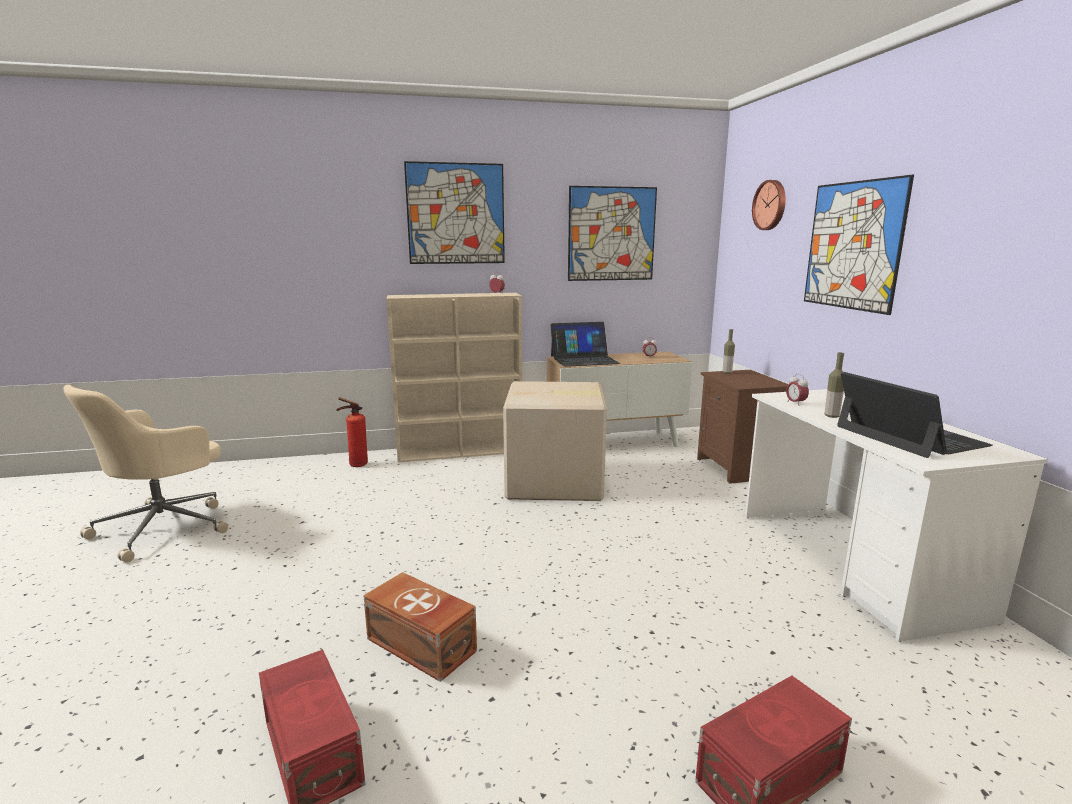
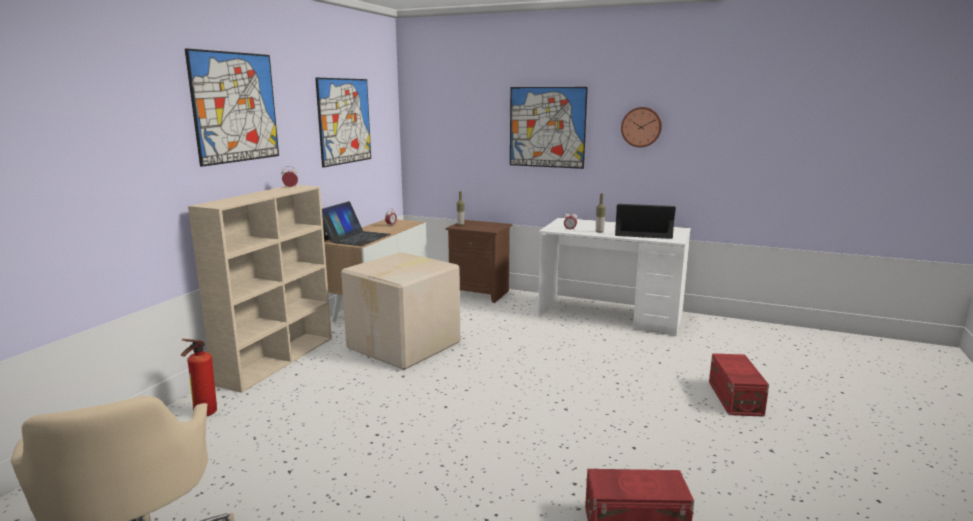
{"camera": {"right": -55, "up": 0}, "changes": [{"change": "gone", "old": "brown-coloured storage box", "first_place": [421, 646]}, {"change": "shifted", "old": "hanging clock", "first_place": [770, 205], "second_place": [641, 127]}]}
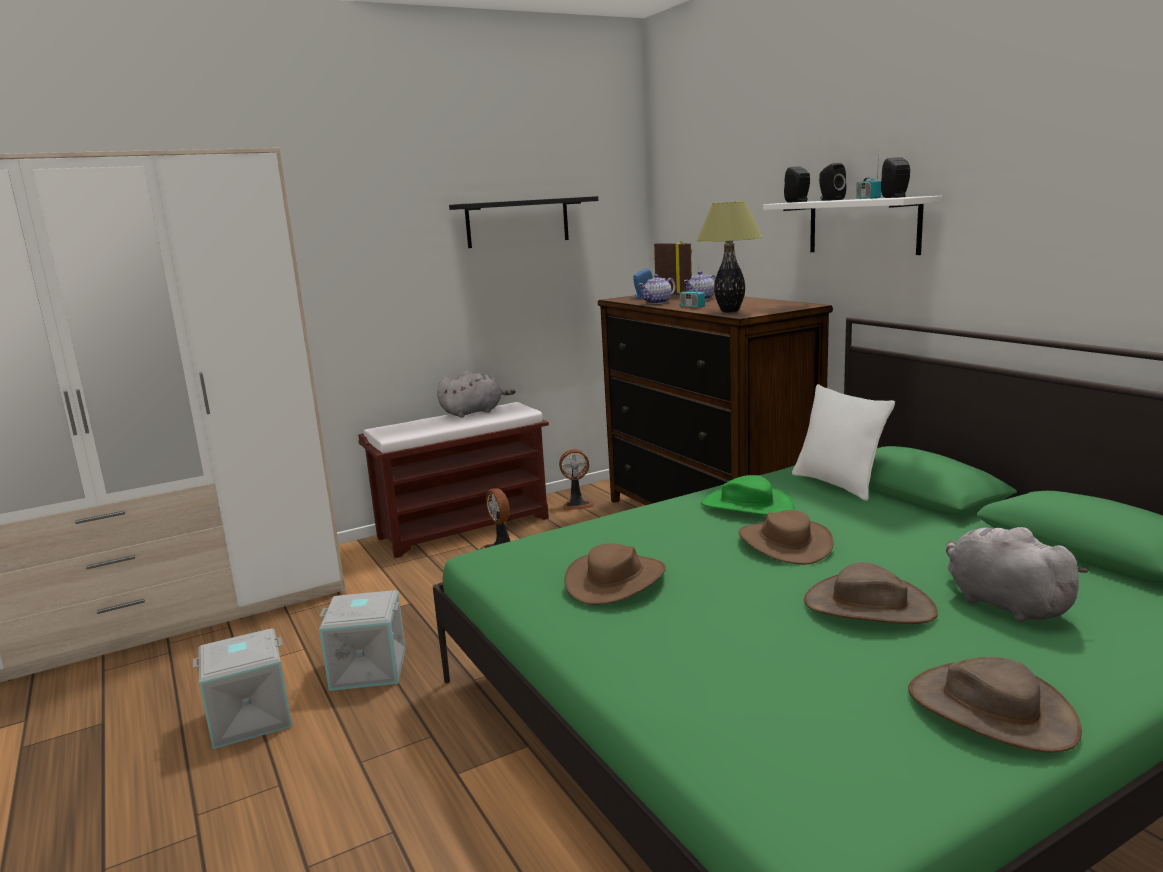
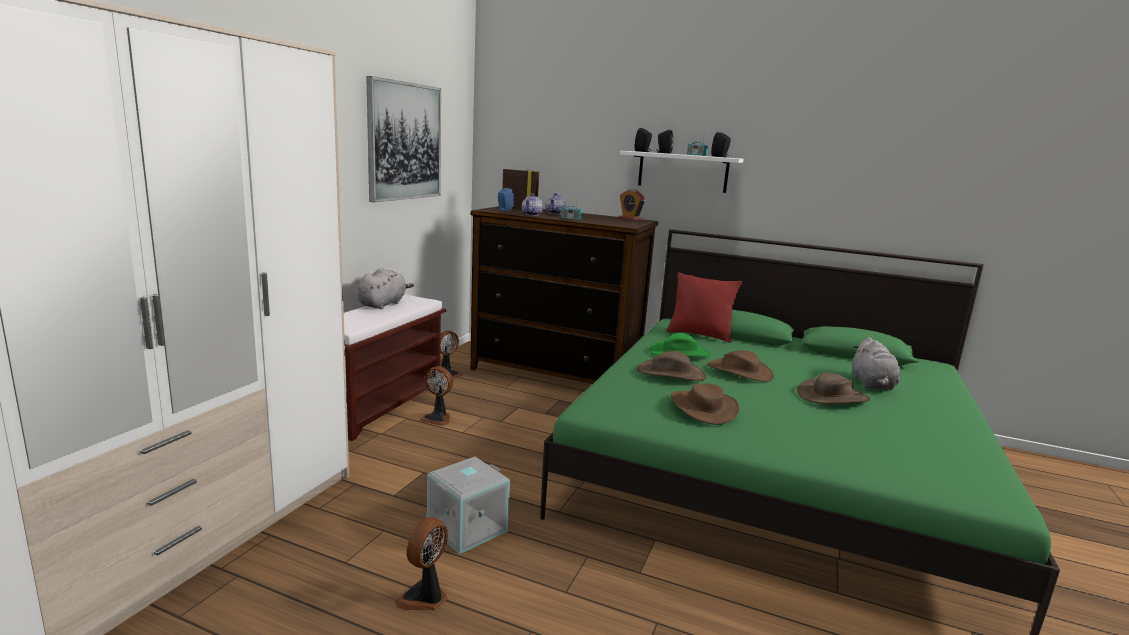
{"camera": {"right": -40, "up": 0}, "changes": [{"change": "gone", "old": "table lamp", "first_place": [729, 311]}, {"change": "new", "new": "bedside clock", "second_place": [630, 219]}, {"change": "shifted", "old": "brown-coloured wearable hat", "first_place": [990, 710], "second_place": [671, 373]}, {"change": "swapped", "old": "greyish storage box", "new": "electric fan", "first_place": [250, 719], "second_place": [425, 598]}, {"change": "swapped", "old": "blackish shelf", "new": "wall art", "first_place": [518, 222], "second_place": [404, 141]}, {"change": "repainted", "old": "white-coloured throw pillow", "new": "reddish throw pillow", "first_place": [837, 484], "second_place": [700, 335]}, {"change": "rotated", "old": "greyish soft toy", "first_place": [1003, 604], "second_place": [872, 385], "degrees": -105}]}
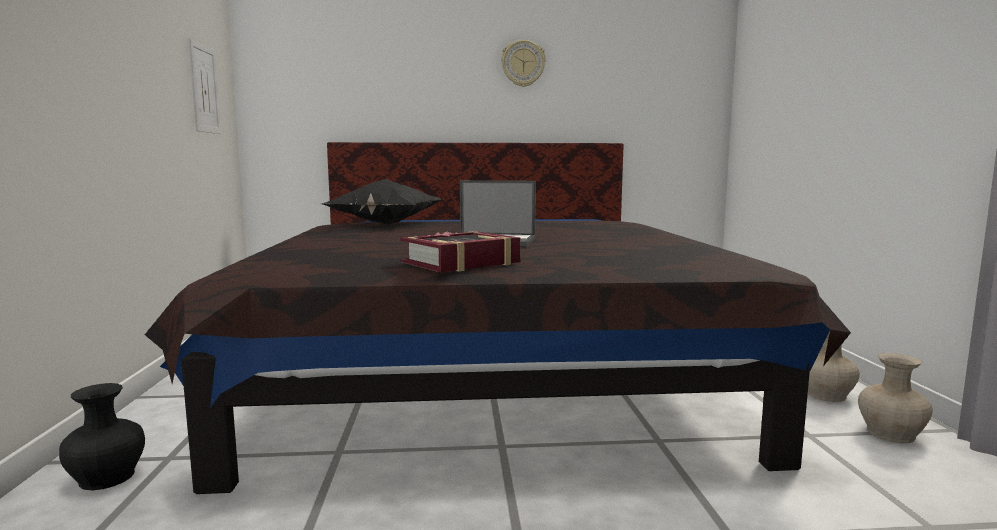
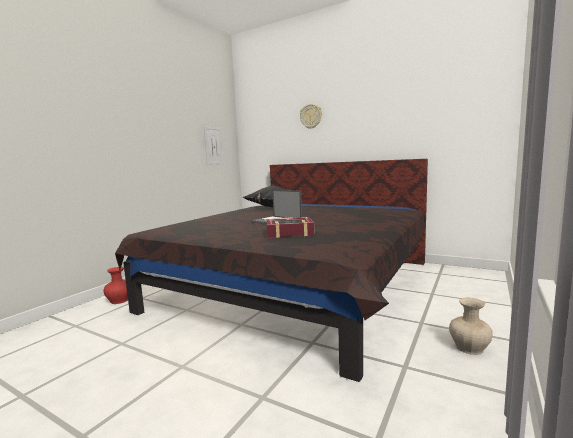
{"camera": {"right": 35, "up": 0}, "changes": [{"change": "gone", "old": "sand-coloured decorative vase", "first_place": [889, 433]}, {"change": "shifted", "old": "book", "first_place": [461, 263], "second_place": [289, 232]}, {"change": "shifted", "old": "hanging clock", "first_place": [523, 63], "second_place": [311, 116]}, {"change": "repainted", "old": "blackish decorative vase", "new": "reddish decorative vase", "first_place": [106, 478], "second_place": [119, 300]}]}
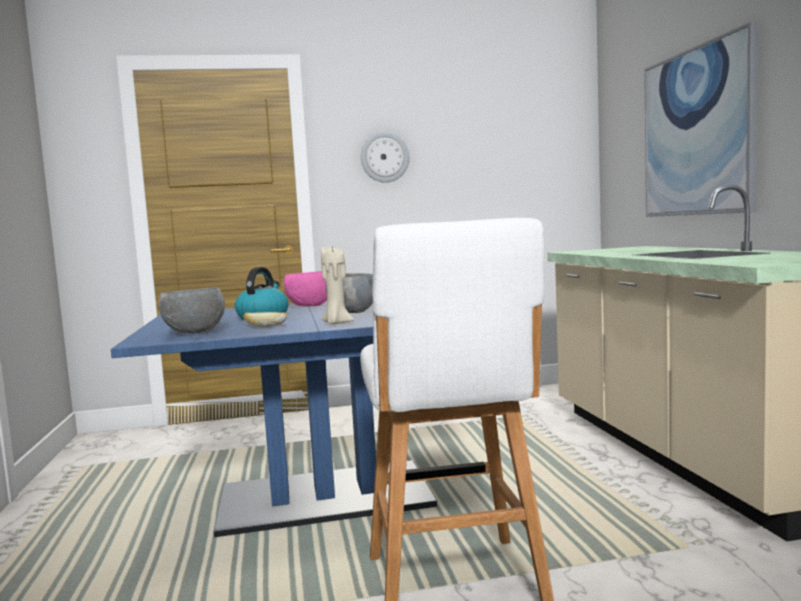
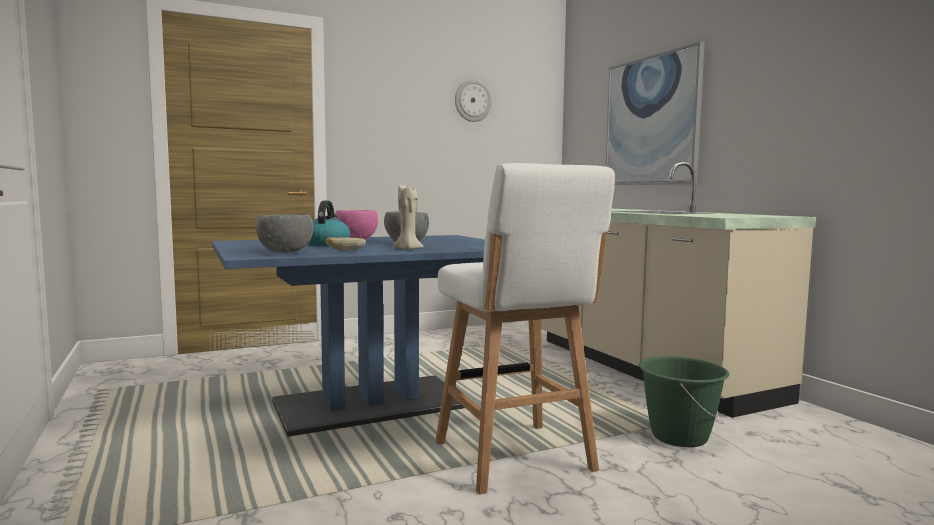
{"camera": {"right": -15, "up": 0}, "changes": [{"change": "new", "new": "greenish pail", "second_place": [679, 436]}, {"change": "shifted", "old": "hanging clock", "first_place": [384, 157], "second_place": [472, 101]}]}
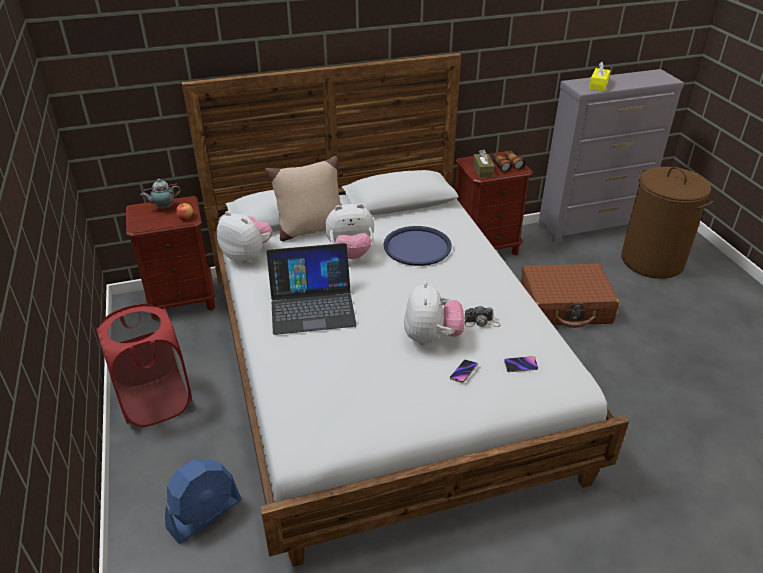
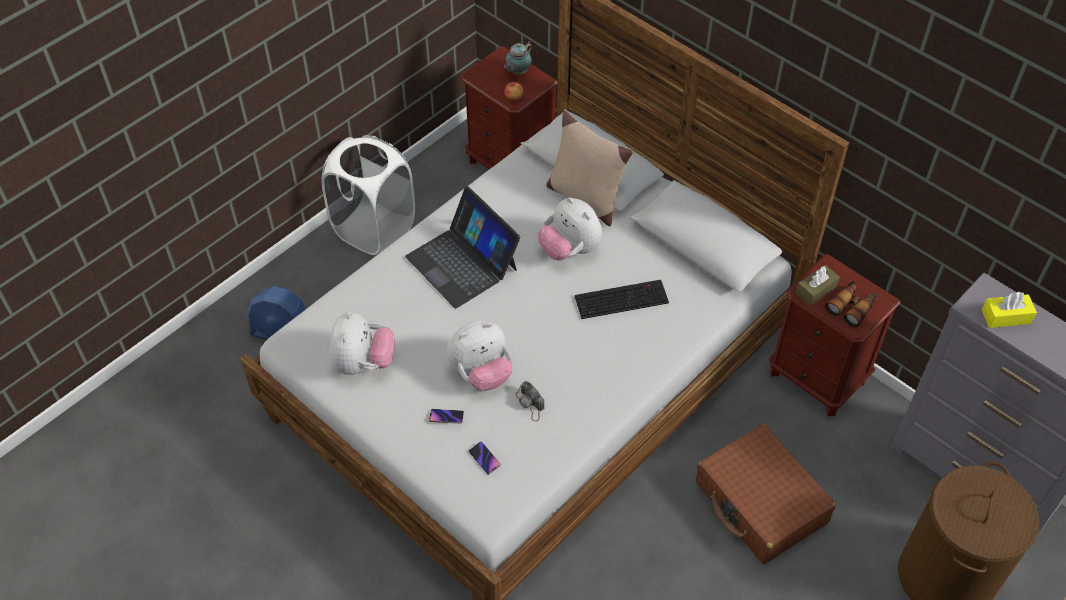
{"camera": {"right": 60, "up": 15}, "changes": [{"change": "shifted", "old": "soft toy", "first_place": [247, 255], "second_place": [363, 363]}, {"change": "swapped", "old": "blue serving tray", "new": "computer keyboard", "first_place": [417, 247], "second_place": [622, 298]}, {"change": "repainted", "old": "reddish washing basket", "new": "white-coloured washing basket", "first_place": [156, 402], "second_place": [374, 230]}, {"change": "rotated", "old": "tea pot", "first_place": [163, 208], "second_place": [517, 72], "degrees": -90}]}
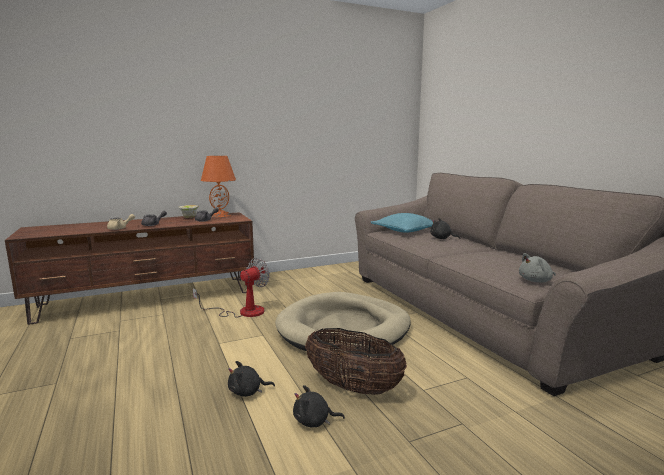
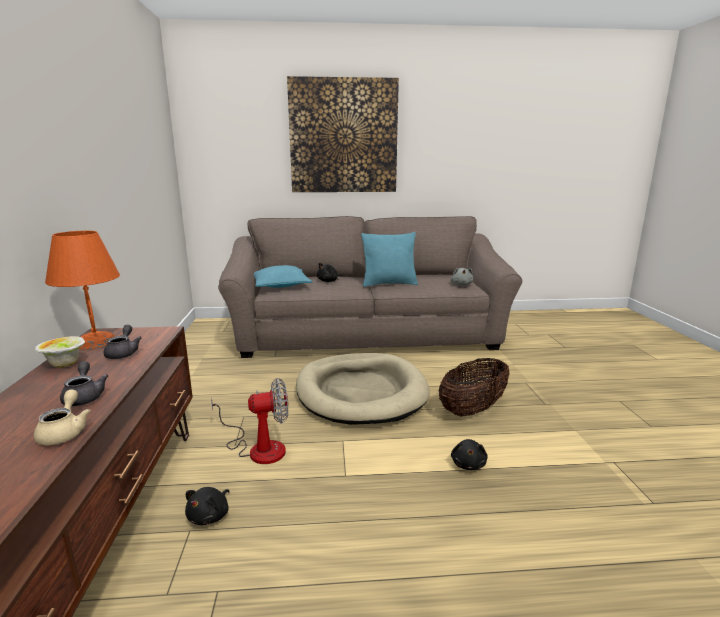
{"camera": {"right": -70, "up": 5}, "changes": [{"change": "new", "new": "wall art", "second_place": [343, 136]}, {"change": "new", "new": "turquoise-coloured throw pillow", "second_place": [389, 284]}, {"change": "shifted", "old": "blackish soft toy", "first_place": [314, 421], "second_place": [210, 516]}, {"change": "rotated", "old": "electric fan", "first_place": [242, 312], "second_place": [258, 448], "degrees": 105}]}
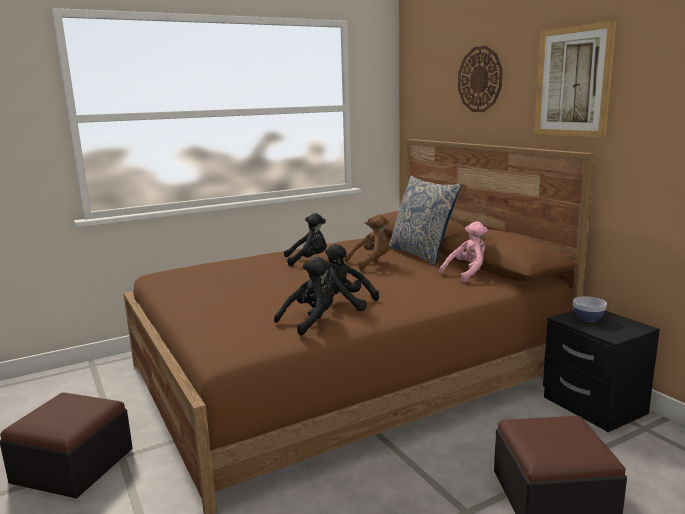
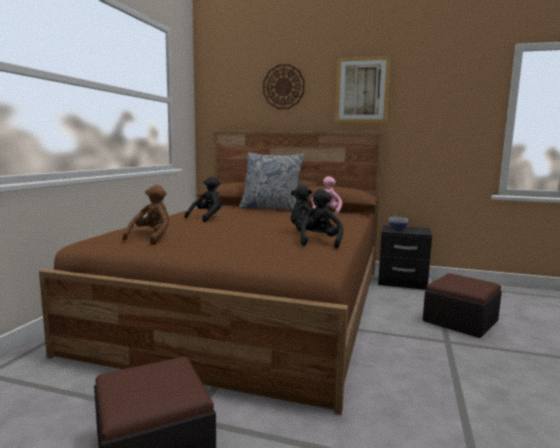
{"camera": {"right": -45, "up": -5}, "changes": [{"change": "shifted", "old": "brown-coloured soft toy", "first_place": [371, 262], "second_place": [152, 238]}]}
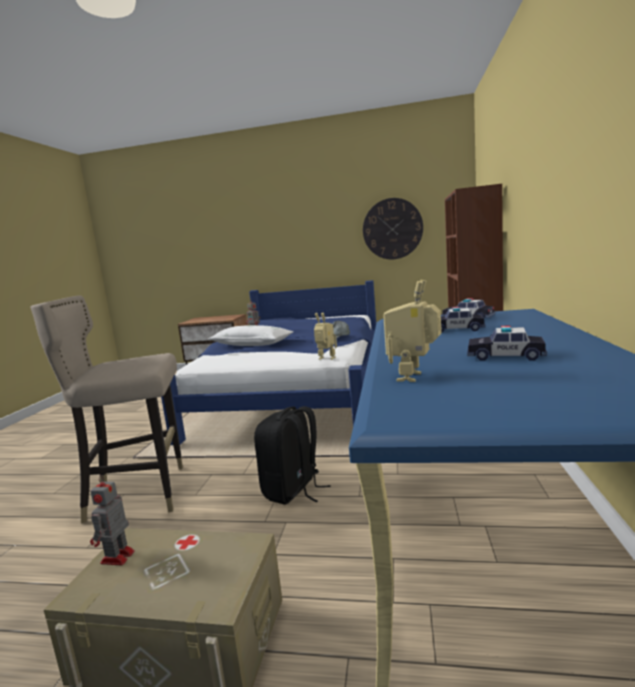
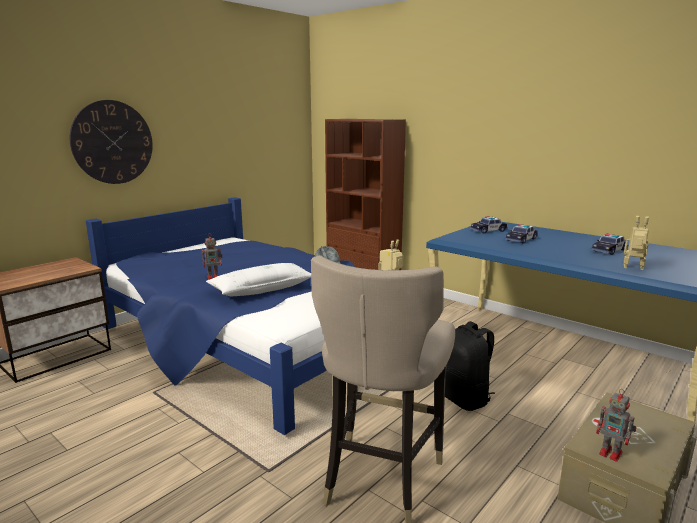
{"camera": {"right": -60, "up": 5}, "changes": [{"change": "shifted", "old": "hanging clock", "first_place": [392, 229], "second_place": [112, 142]}, {"change": "rotated", "old": "toy robot", "first_place": [415, 377], "second_place": [633, 268], "degrees": 150}]}
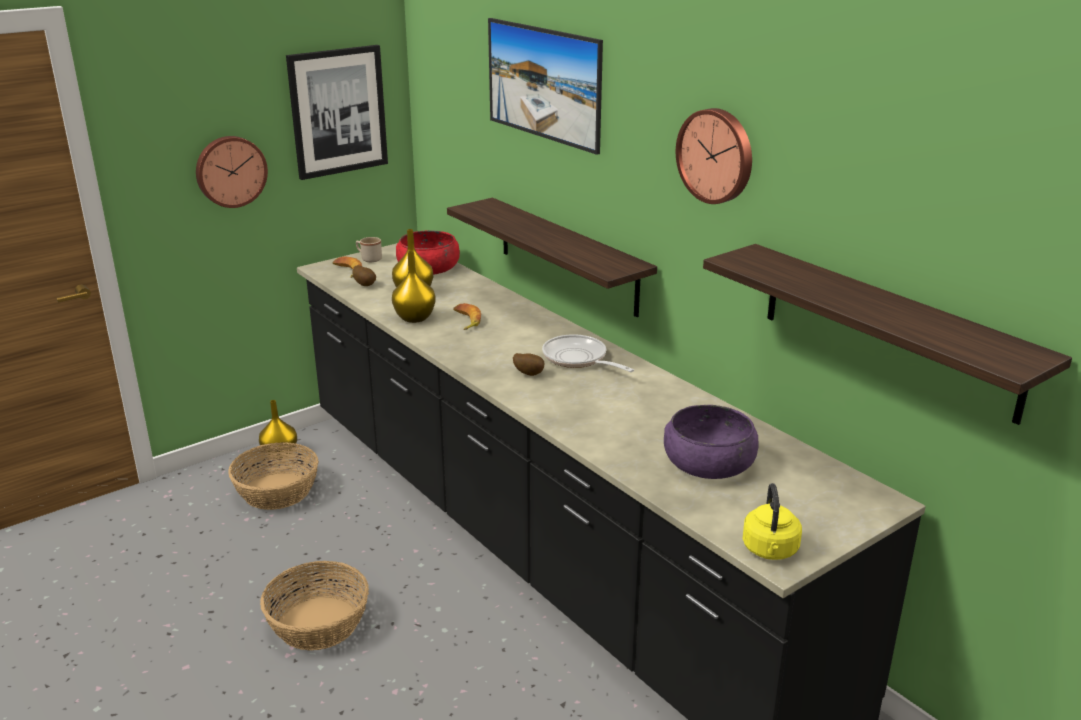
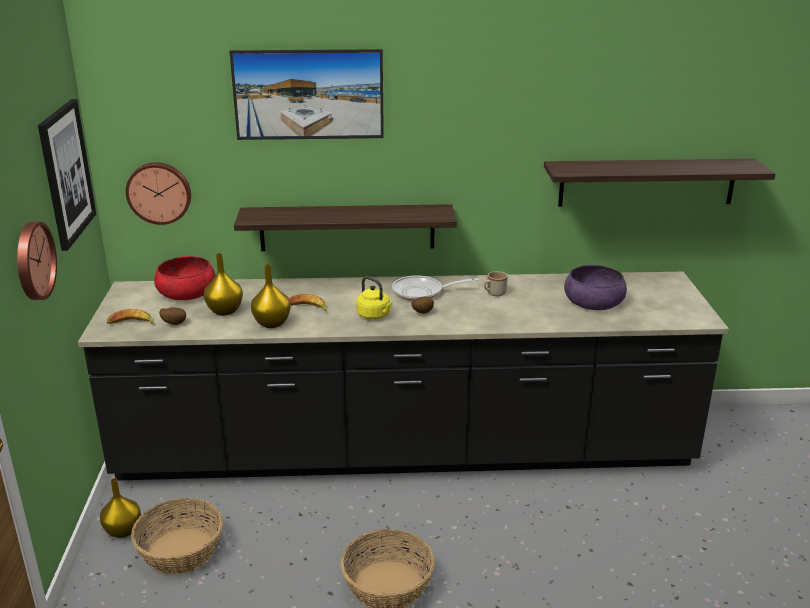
{"camera": {"right": -55, "up": 0}, "changes": [{"change": "shifted", "old": "sand-coloured mug", "first_place": [369, 259], "second_place": [494, 293]}, {"change": "shifted", "old": "hanging clock", "first_place": [716, 155], "second_place": [159, 192]}, {"change": "shifted", "old": "yellowish kettle", "first_place": [770, 551], "second_place": [375, 315]}]}
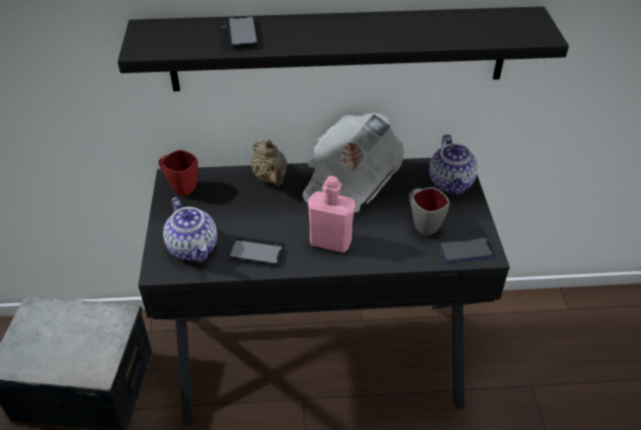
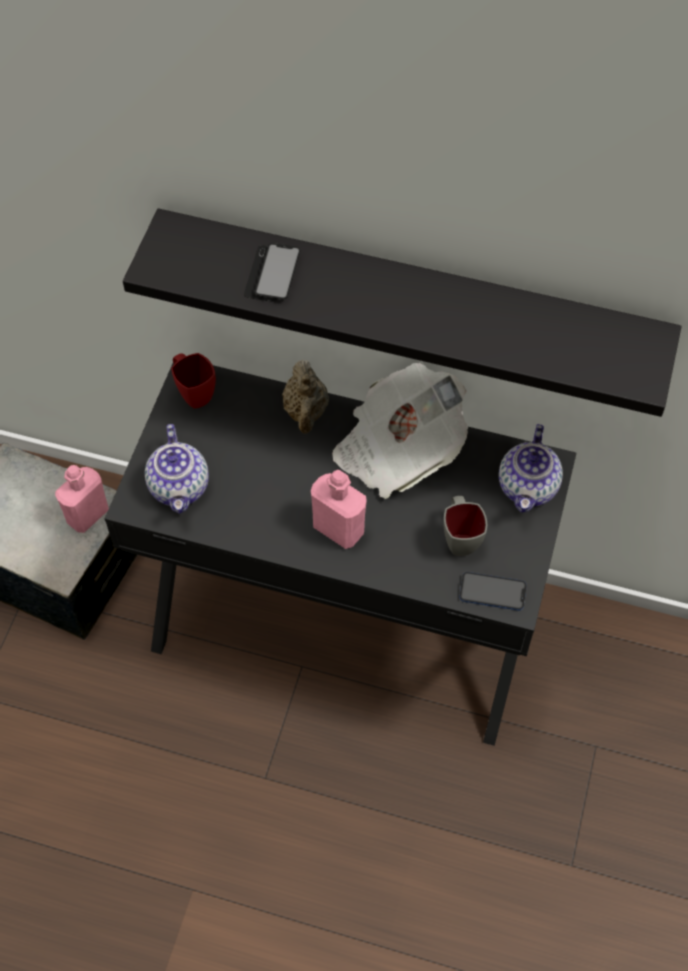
{"camera": {"right": 20, "up": 15}, "changes": [{"change": "gone", "old": "phone", "first_place": [257, 252]}, {"change": "new", "new": "pink bottle", "second_place": [87, 515]}]}
